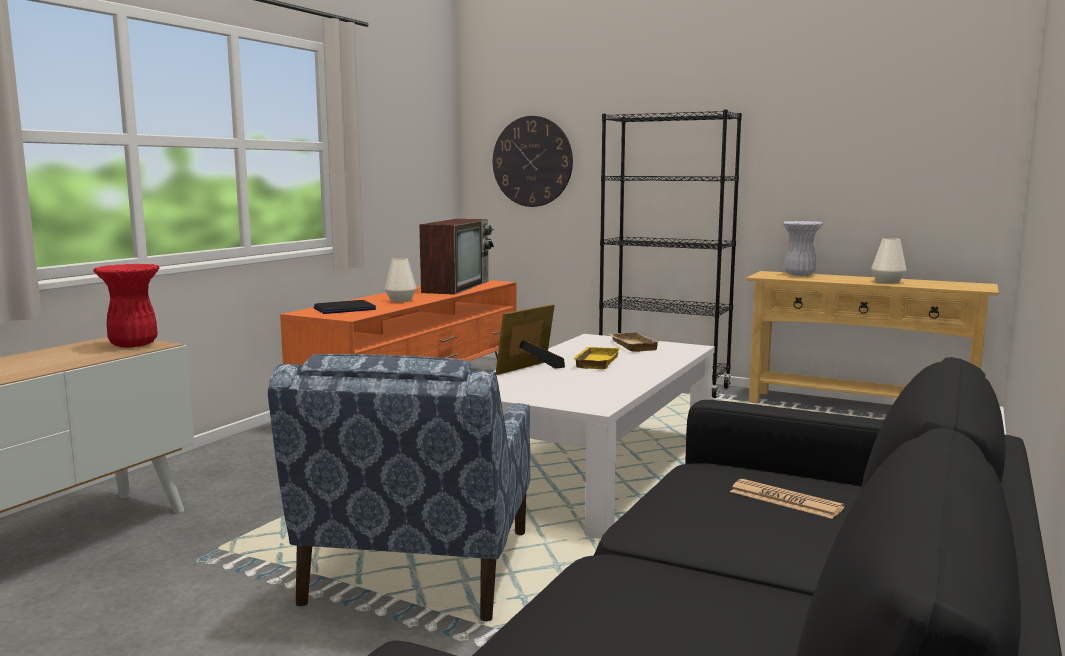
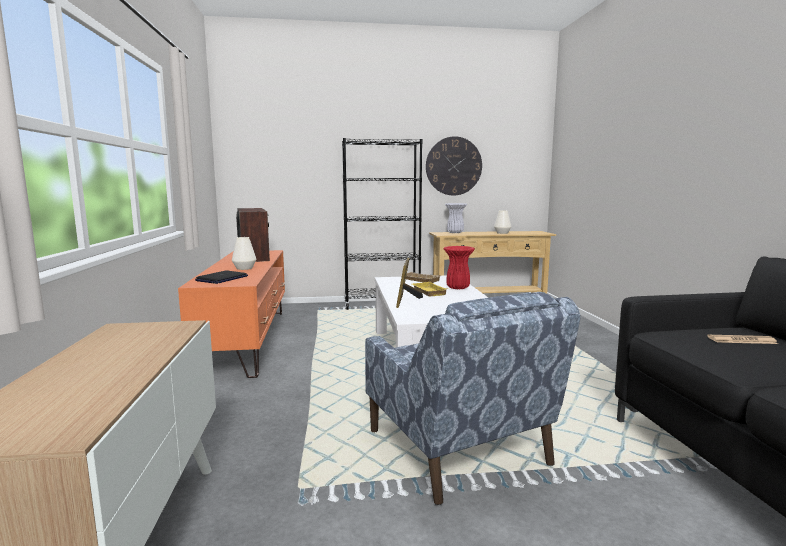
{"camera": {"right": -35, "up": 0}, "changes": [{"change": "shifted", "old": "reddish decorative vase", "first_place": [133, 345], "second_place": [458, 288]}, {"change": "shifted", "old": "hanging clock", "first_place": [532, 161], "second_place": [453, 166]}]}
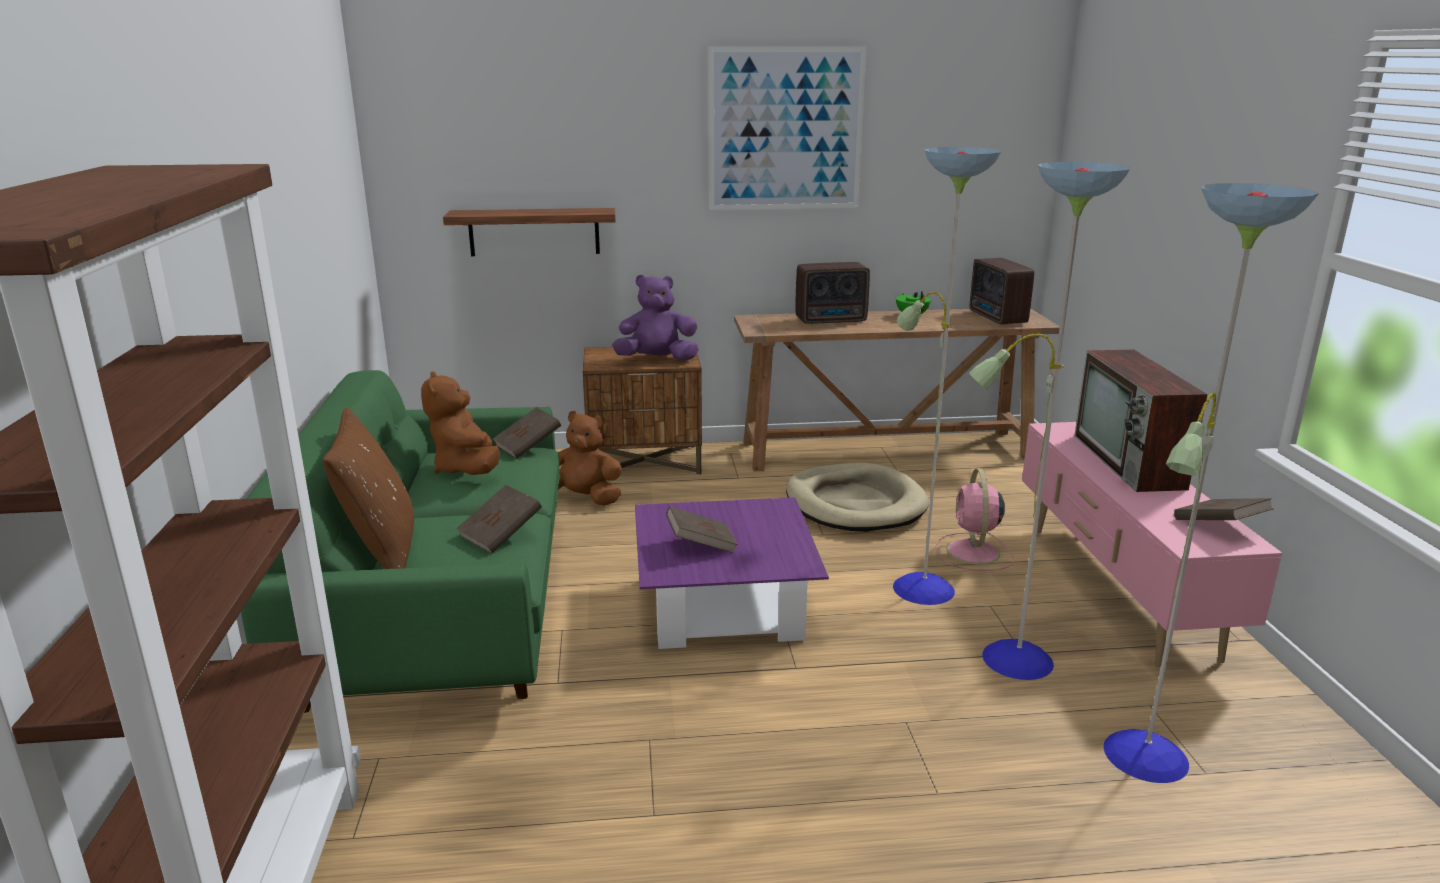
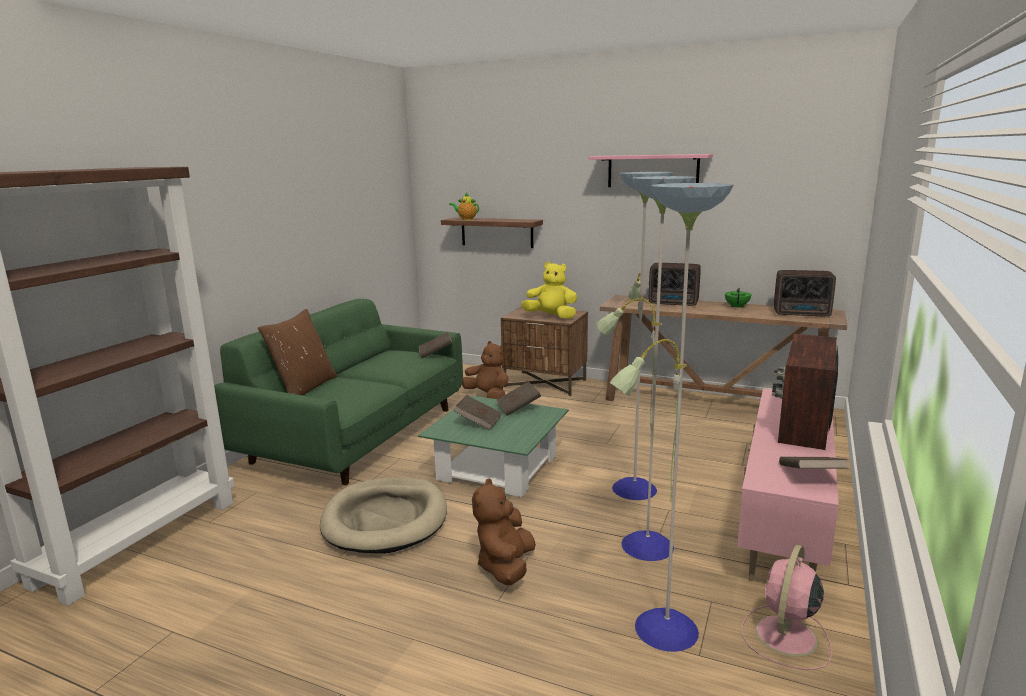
{"camera": {"right": 30, "up": -5}, "changes": [{"change": "new", "new": "tea pot", "second_place": [466, 219]}, {"change": "shifted", "old": "brown-coloured soft toy", "first_place": [467, 469], "second_place": [505, 567]}, {"change": "shifted", "old": "brown-coloured book", "first_place": [501, 535], "second_place": [518, 408]}, {"change": "shifted", "old": "sand-coloured dog bed", "first_place": [855, 504], "second_place": [385, 519]}, {"change": "shifted", "old": "pink electric fan", "first_place": [973, 553], "second_place": [785, 637]}, {"change": "swapped", "old": "wall art", "new": "pink shelf", "first_place": [785, 130], "second_place": [652, 171]}, {"change": "repainted", "old": "purple-coloured soft toy", "new": "yellowish soft toy", "first_place": [657, 360], "second_place": [551, 317]}, {"change": "repainted", "old": "purple-coloured low table", "new": "greenish low table", "first_place": [724, 606], "second_place": [497, 468]}, {"change": "rotated", "old": "radio set", "first_place": [997, 318], "second_place": [803, 314], "degrees": -90}]}
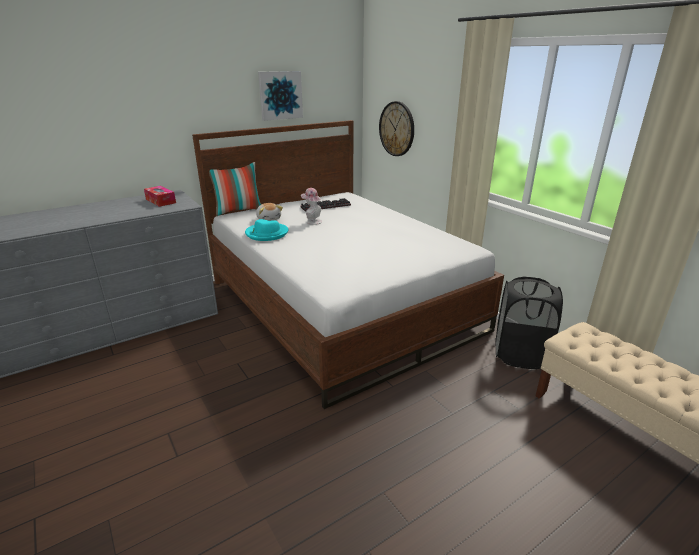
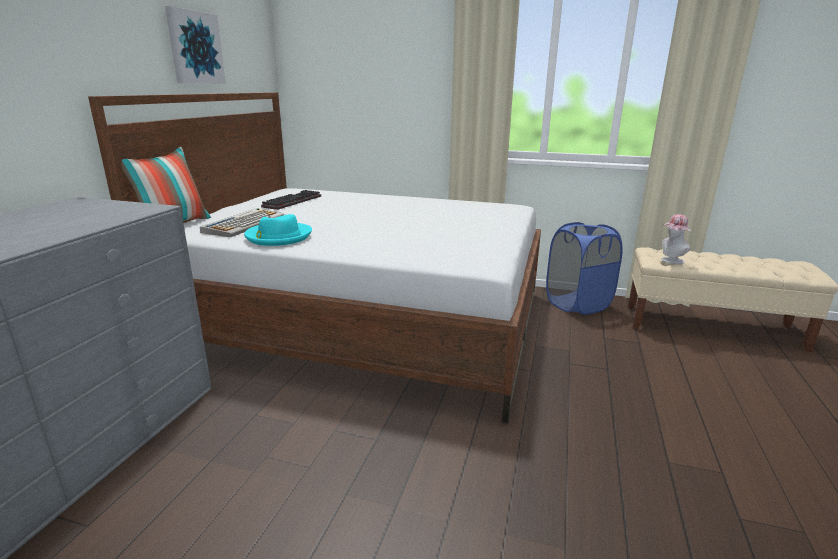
{"camera": {"right": -40, "up": -5}, "changes": [{"change": "gone", "old": "tissue holder", "first_place": [160, 201]}, {"change": "gone", "old": "hanging clock", "first_place": [397, 129]}, {"change": "shifted", "old": "wearable hat", "first_place": [312, 221], "second_place": [670, 261]}, {"change": "swapped", "old": "soft toy", "new": "computer keyboard", "first_place": [269, 219], "second_place": [244, 224]}, {"change": "repainted", "old": "blackish washing basket", "new": "blue washing basket", "first_place": [520, 354], "second_place": [577, 304]}]}
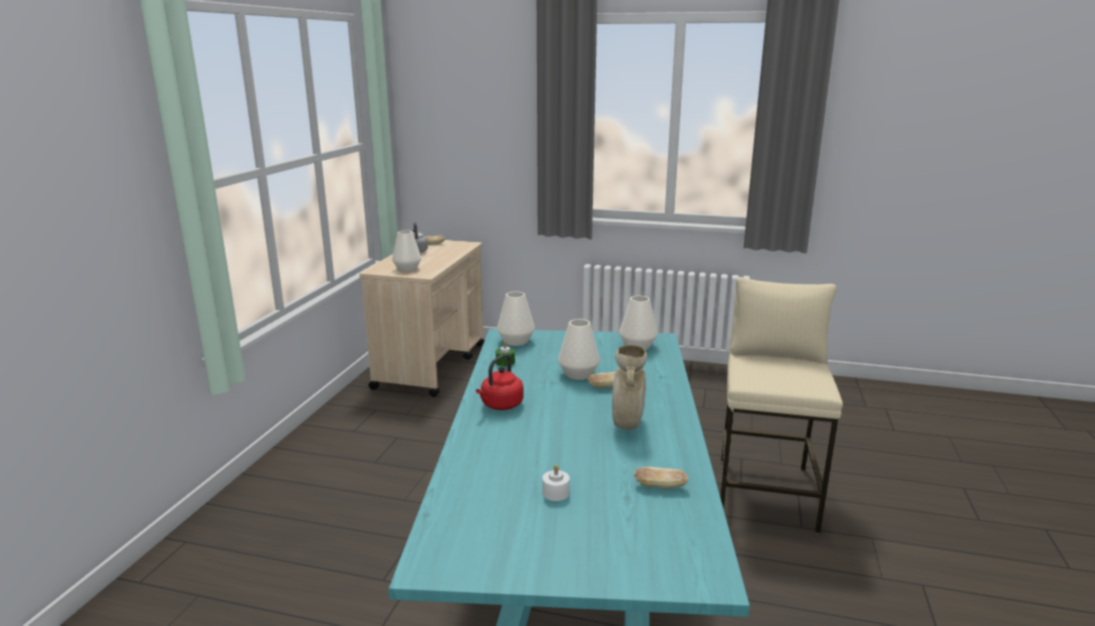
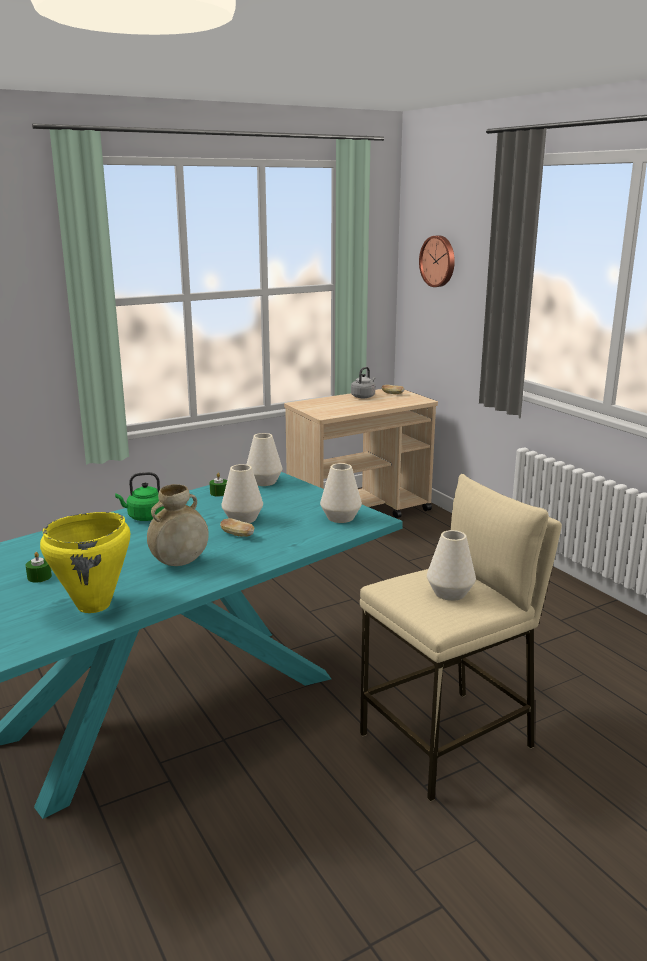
{"camera": {"right": 45, "up": 0}, "changes": [{"change": "new", "new": "hanging clock", "second_place": [438, 261]}, {"change": "shifted", "old": "white-coloured decorative vase", "first_place": [407, 269], "second_place": [450, 593]}, {"change": "swapped", "old": "baked bread", "new": "yellowish saucepot", "first_place": [660, 486], "second_place": [94, 605]}, {"change": "repainted", "old": "reddish kettle", "new": "greenish kettle", "first_place": [500, 405], "second_place": [144, 517]}, {"change": "repainted", "old": "white-coloured wax candle", "new": "greenish wax candle", "first_place": [555, 493], "second_place": [39, 577]}]}
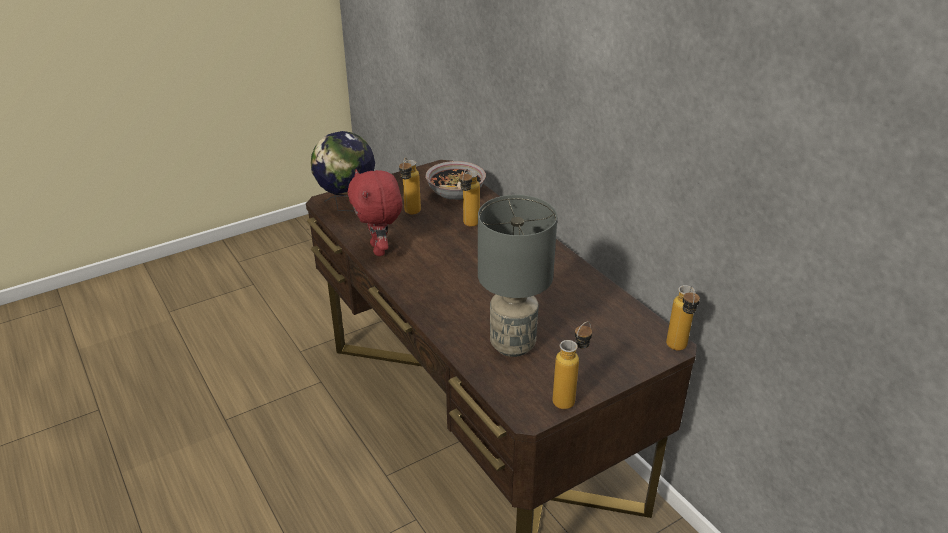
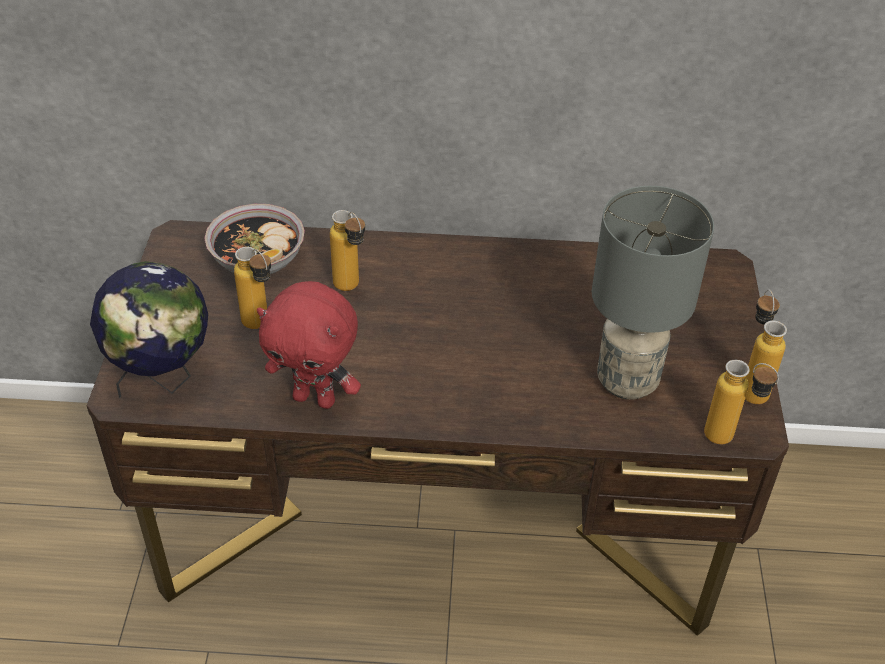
{"camera": {"right": -55, "up": 10}, "changes": [{"change": "shifted", "old": "bottle", "first_place": [677, 350], "second_place": [729, 440]}]}
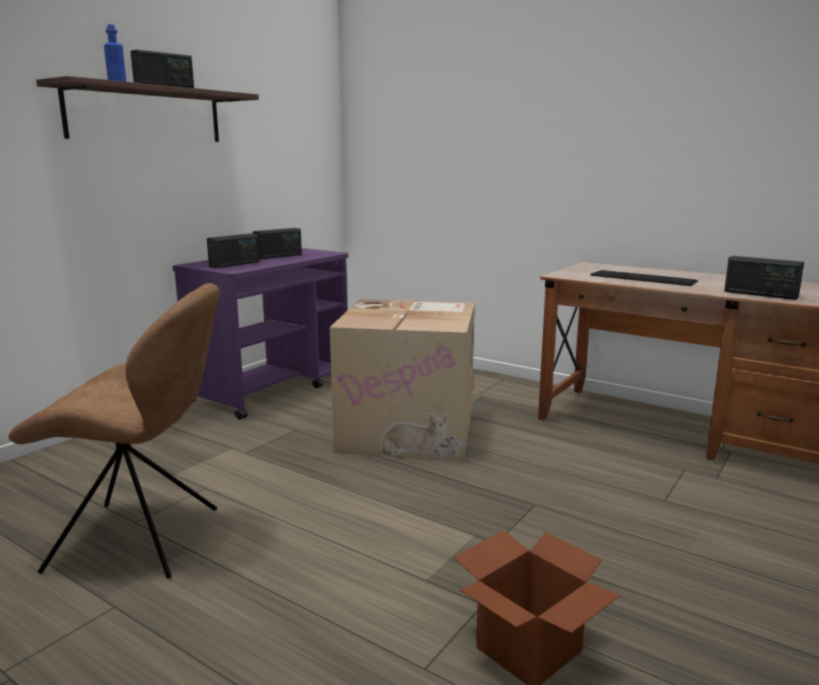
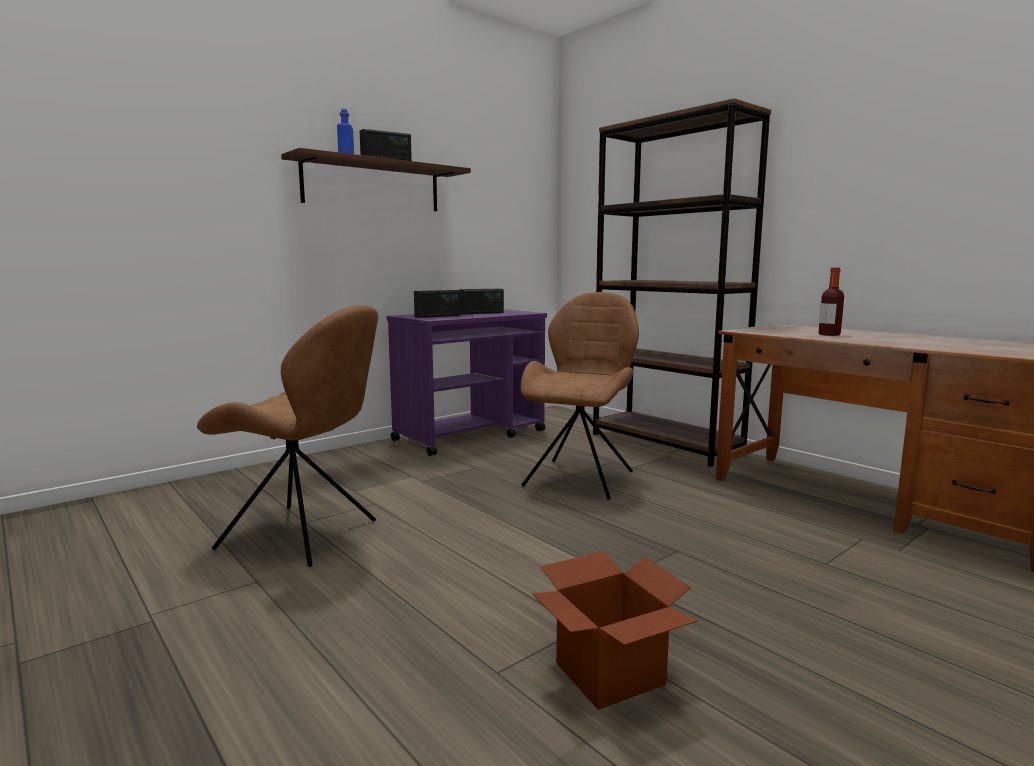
{"camera": {"right": 15, "up": -5}, "changes": [{"change": "gone", "old": "radio set", "first_place": [760, 294]}, {"change": "new", "new": "brown-coloured shelving unit", "second_place": [665, 443]}, {"change": "swapped", "old": "carton", "new": "brown-coloured upright chair", "first_place": [410, 430], "second_place": [580, 477]}, {"change": "swapped", "old": "computer keyboard", "new": "bottle", "first_place": [642, 278], "second_place": [829, 334]}]}
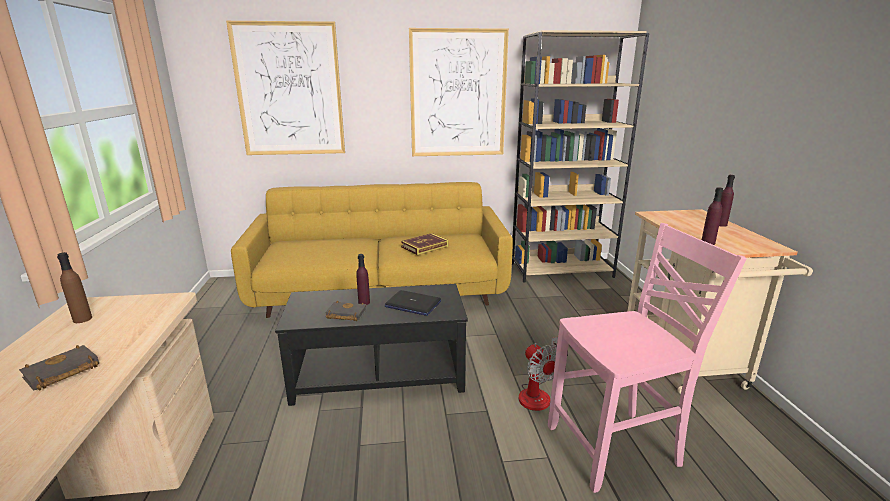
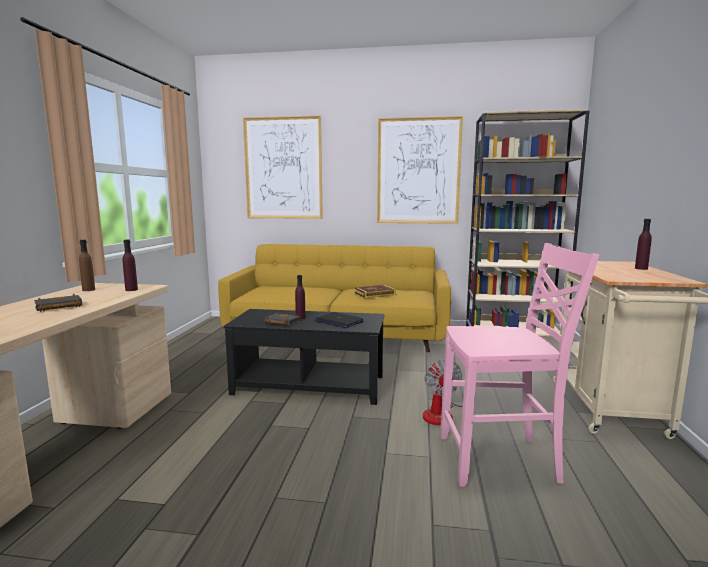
{"camera": {"right": 15, "up": -10}, "changes": [{"change": "shifted", "old": "purple-coloured bottle", "first_place": [708, 242], "second_place": [131, 290]}]}
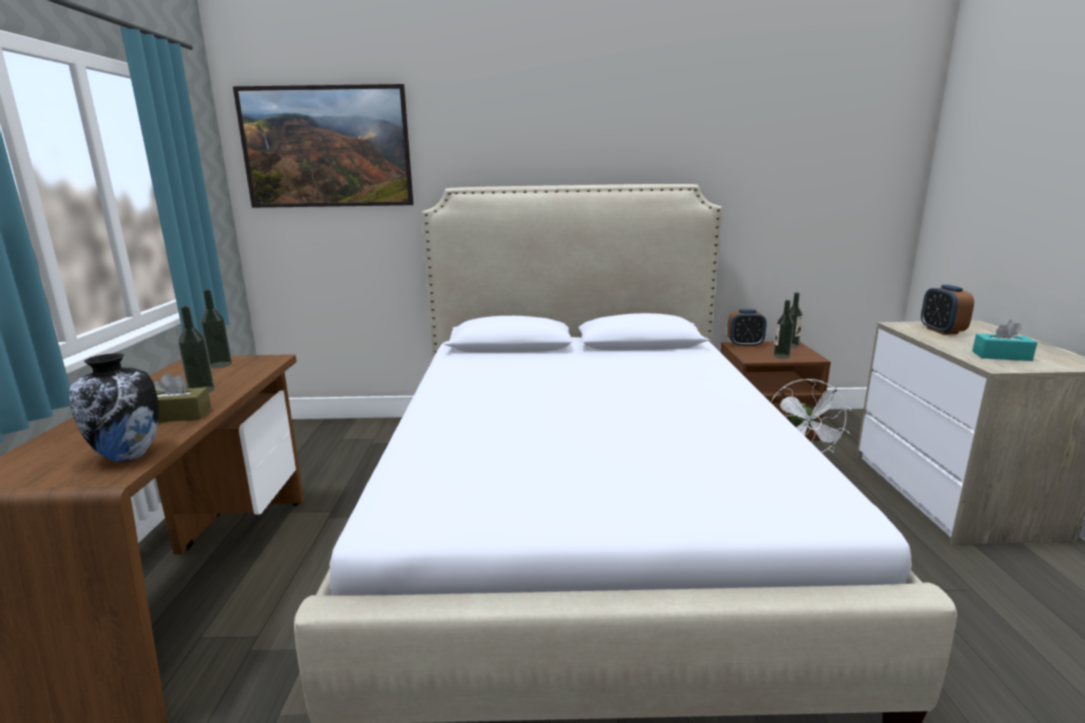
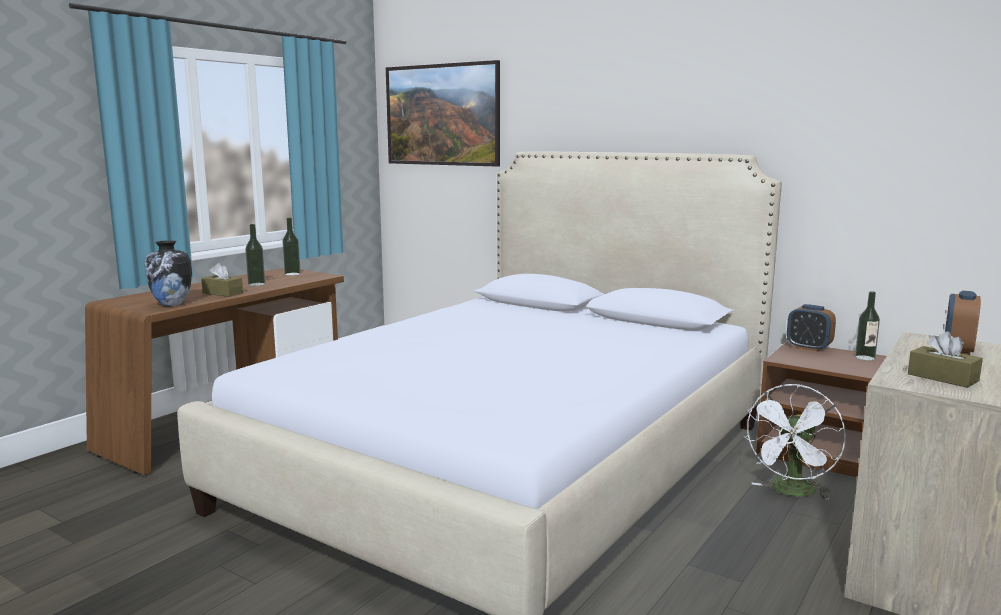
{"camera": {"right": 35, "up": -5}, "changes": [{"change": "gone", "old": "bottle", "first_place": [781, 356]}, {"change": "repainted", "old": "turquoise-coloured tissue holder", "new": "brown-coloured tissue holder", "first_place": [1001, 356], "second_place": [942, 377]}]}
